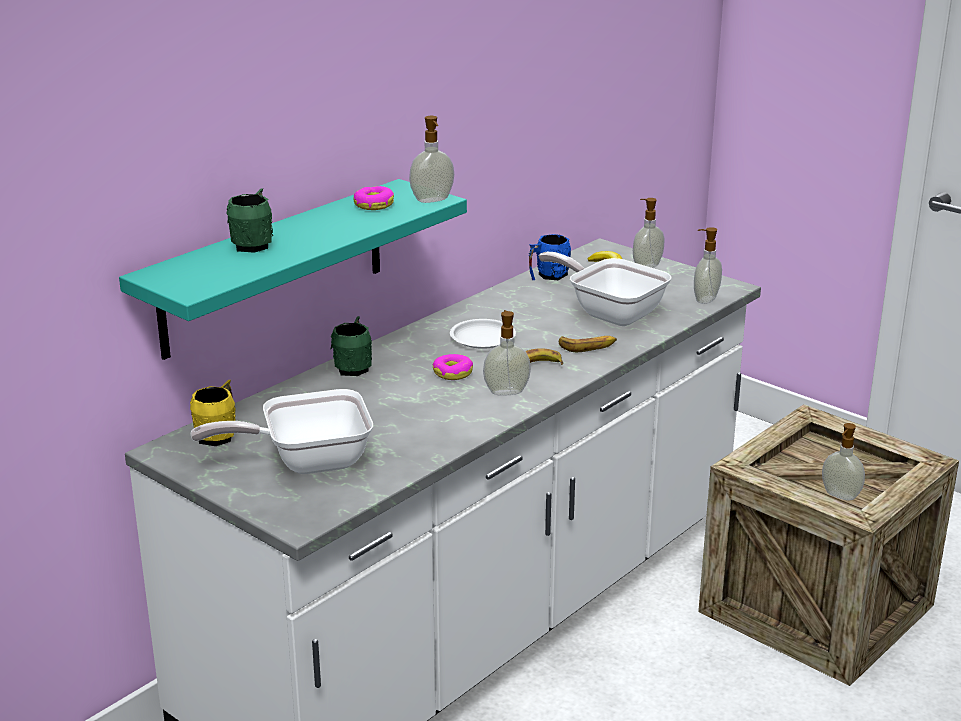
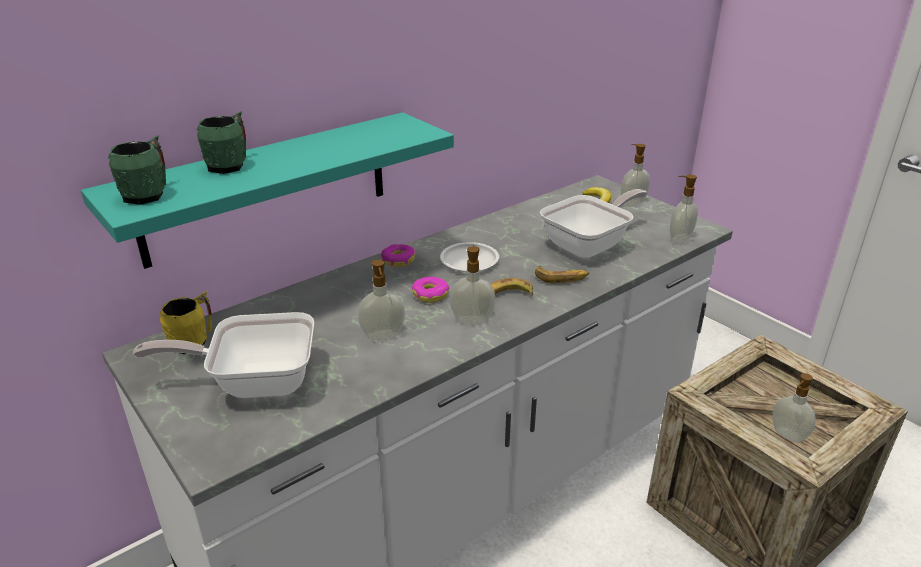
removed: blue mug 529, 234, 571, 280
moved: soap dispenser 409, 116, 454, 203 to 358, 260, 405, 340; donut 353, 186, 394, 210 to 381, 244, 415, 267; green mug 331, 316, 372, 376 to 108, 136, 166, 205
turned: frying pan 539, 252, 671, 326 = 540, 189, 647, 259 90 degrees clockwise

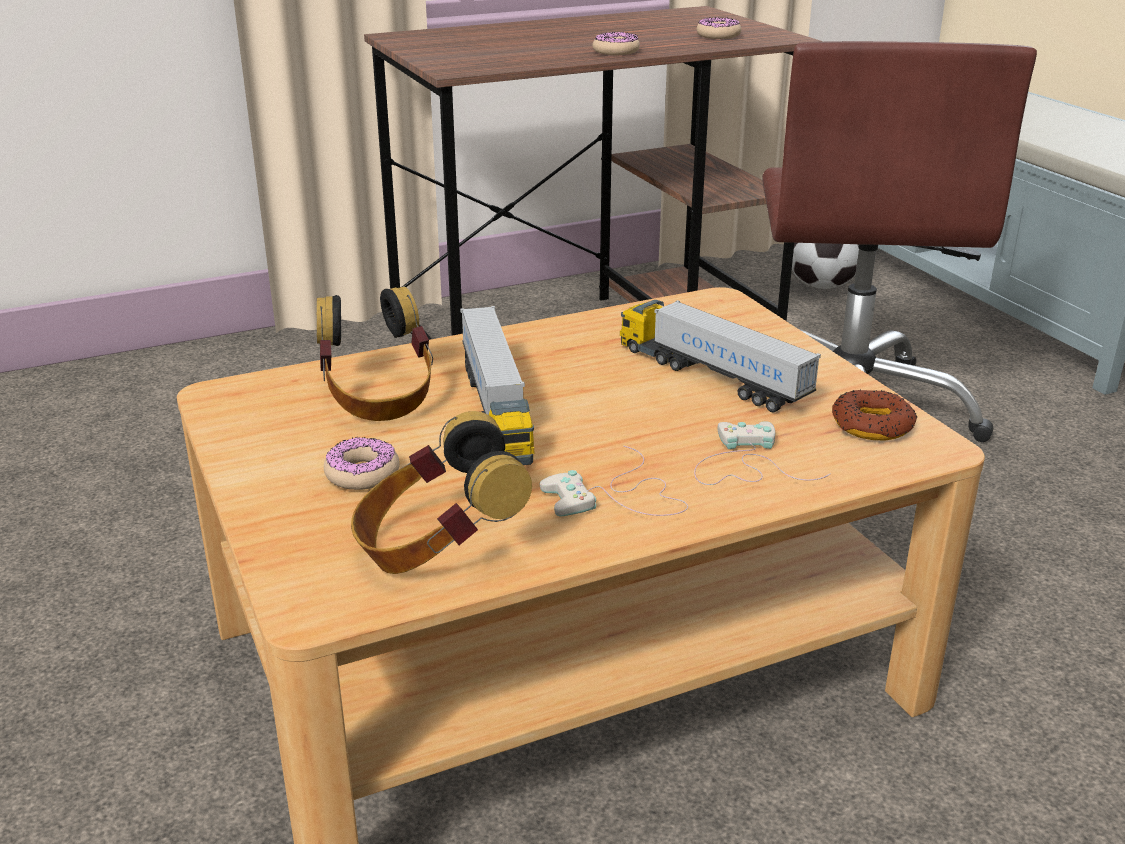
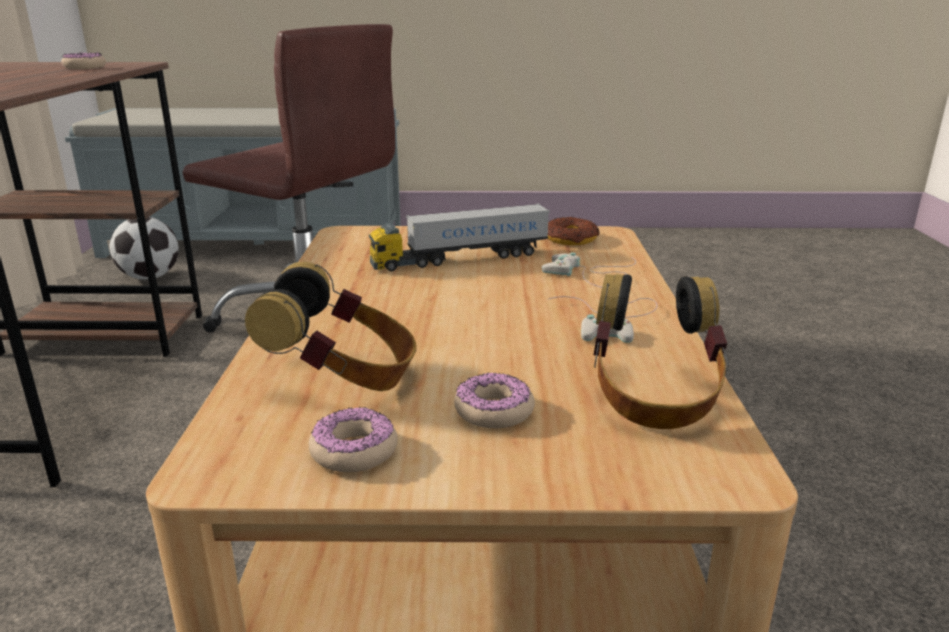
removed: toy truck 460, 306, 534, 465
moved: donut 592, 32, 640, 55 to 309, 407, 398, 472

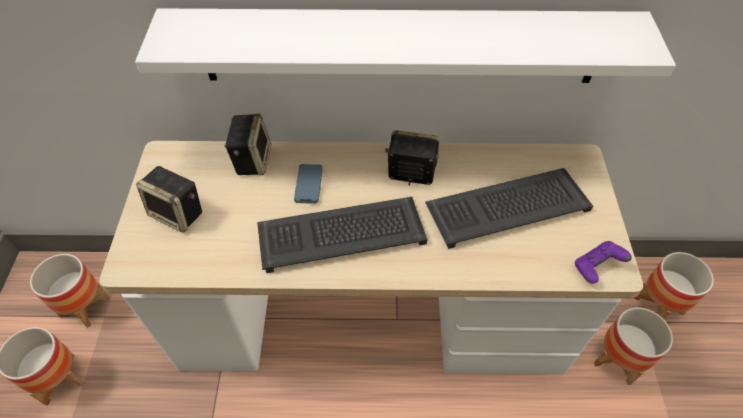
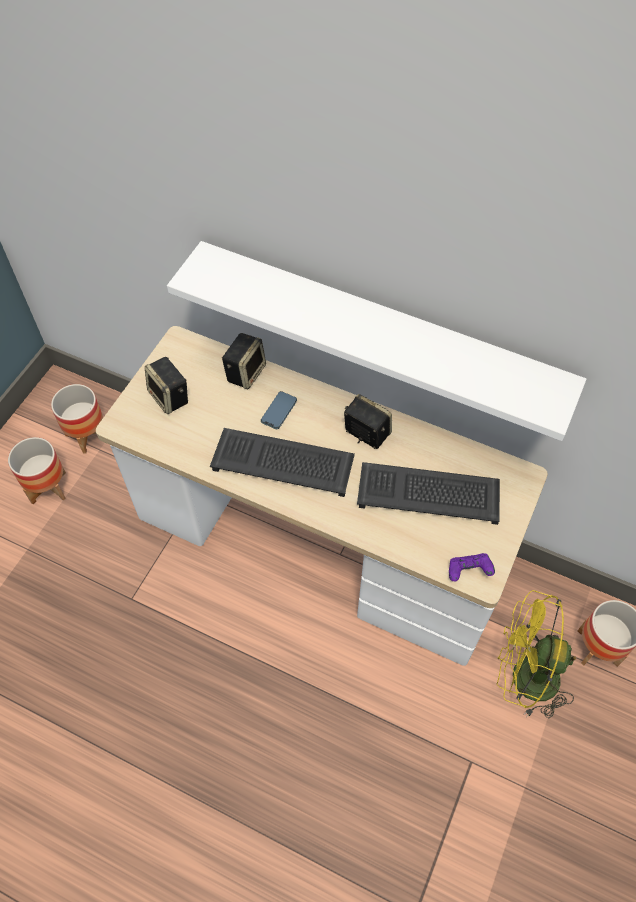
replaced: planter 594, 307, 673, 385 to yellow fan 496, 590, 576, 719

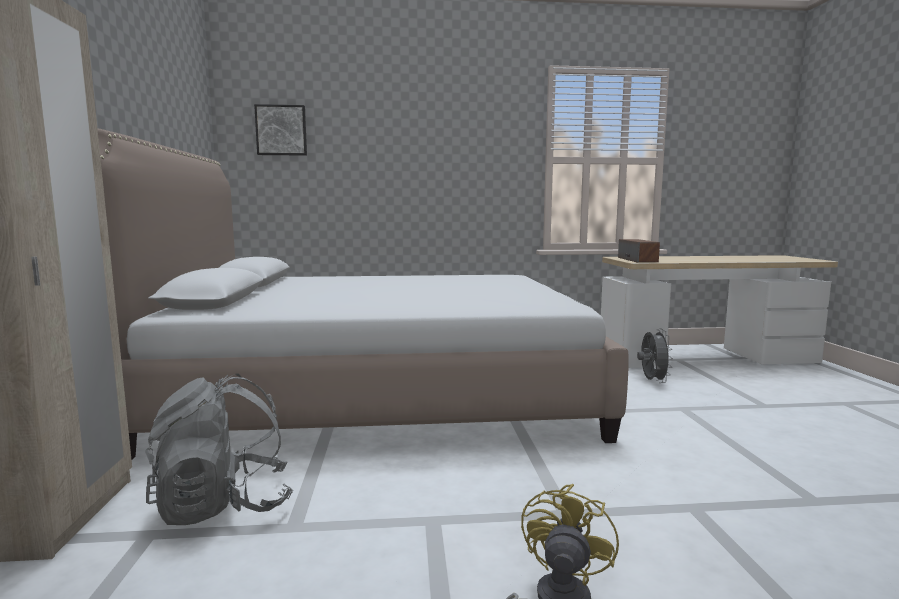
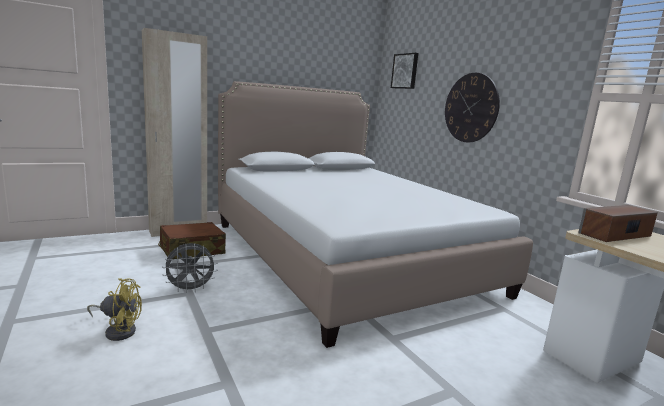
added: wall clock 445, 73, 500, 142
moved: grey fan 637, 329, 673, 383 to 162, 243, 217, 293
replaced: grey backpack 145, 373, 293, 525 to brown suitcase 158, 222, 226, 259

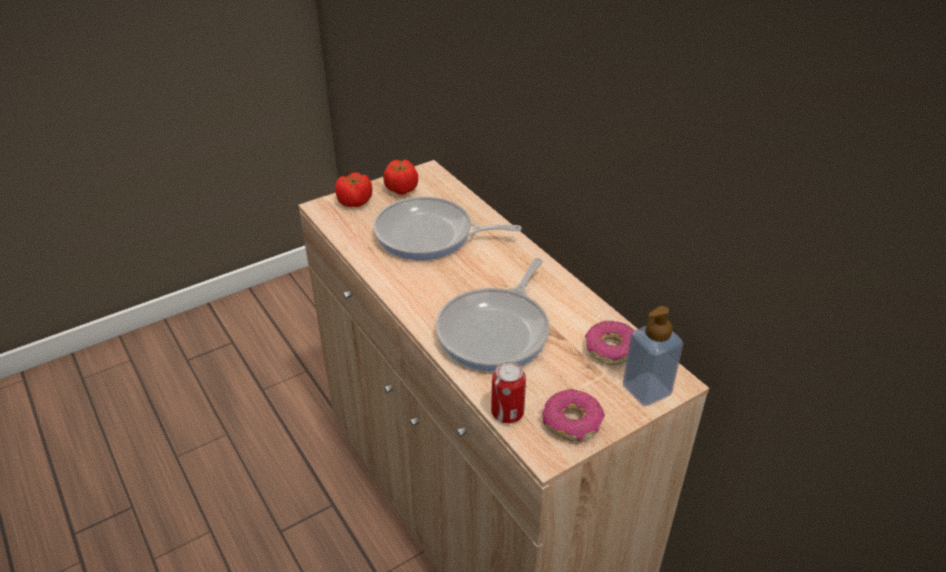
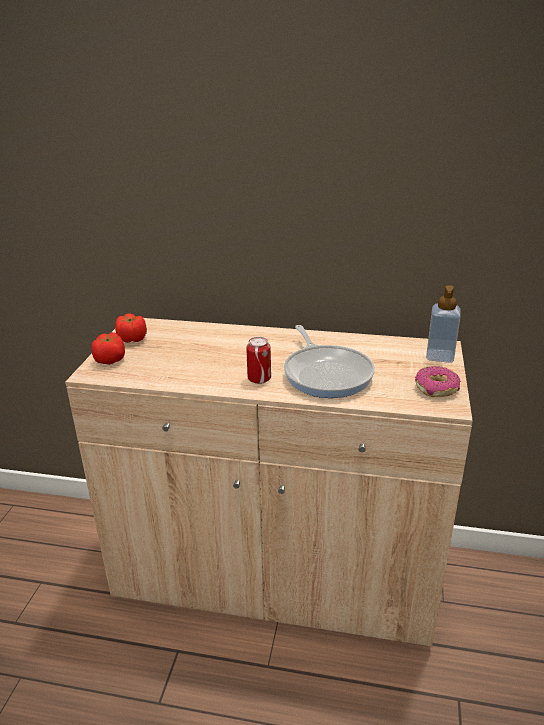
removed: frying pan 373, 197, 522, 260; donut 585, 321, 634, 365
moved: can 491, 361, 526, 423 to 246, 337, 271, 384

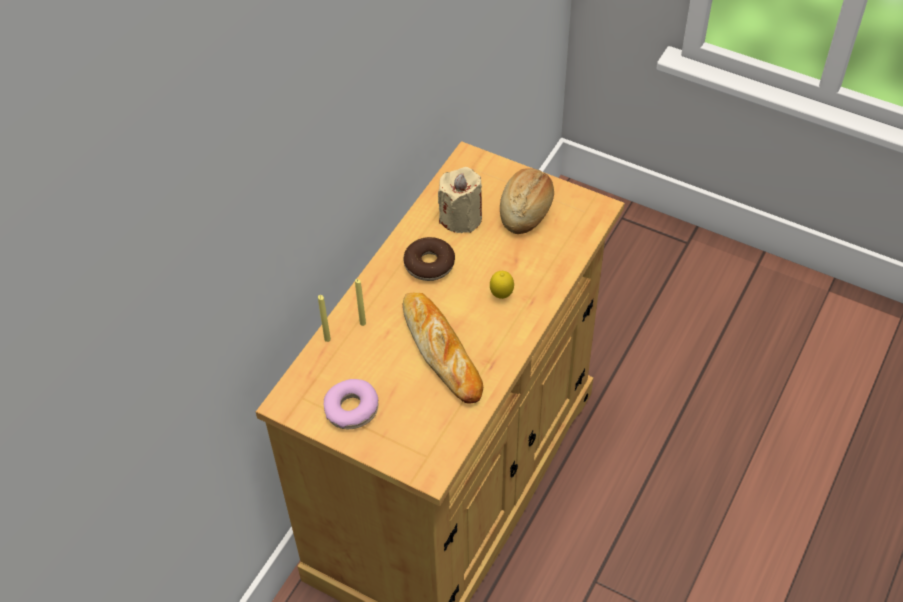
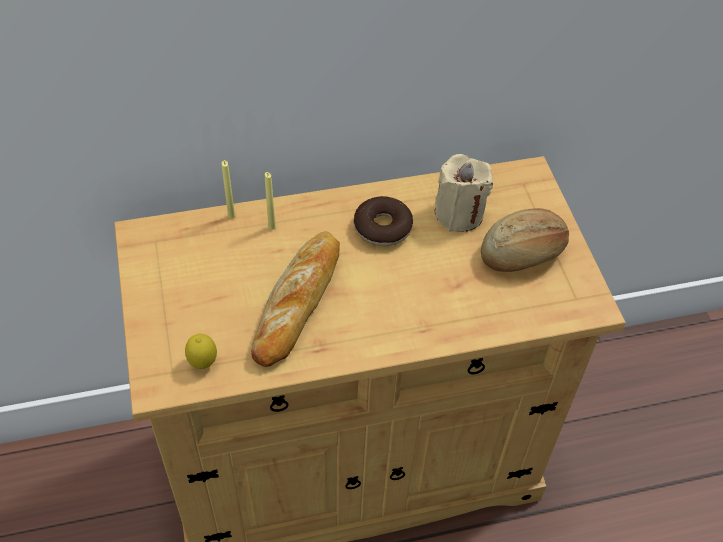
removed: donut 324, 379, 378, 429
moved: lemon 490, 271, 514, 299 to 185, 334, 217, 369

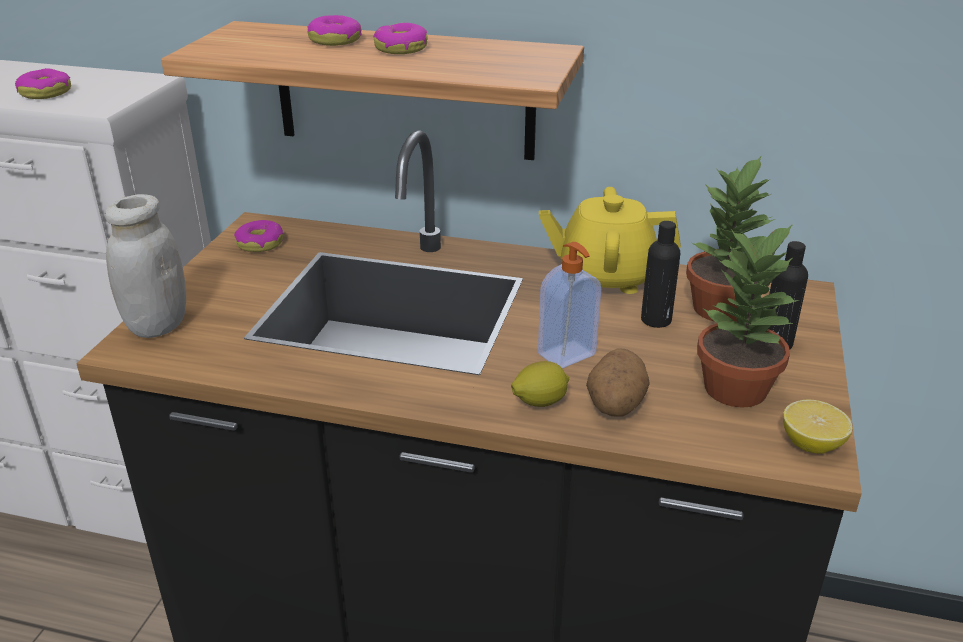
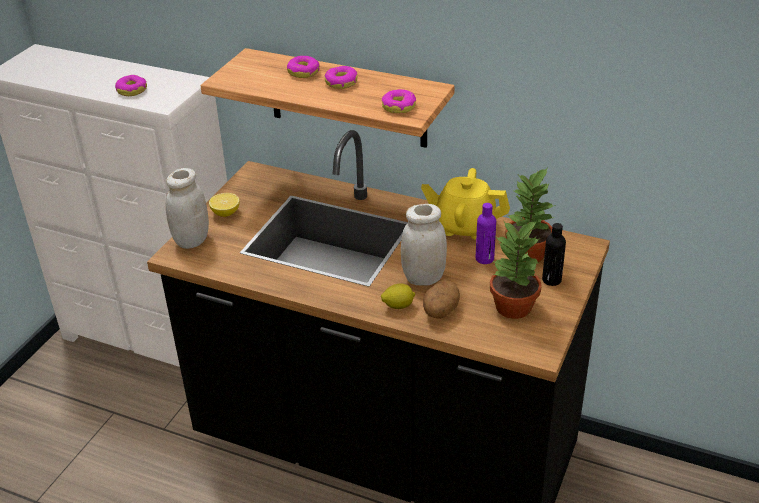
moved: donut 234, 220, 283, 252 to 382, 89, 416, 113; lemon 783, 400, 853, 454 to 209, 193, 240, 217
replaced: soap dispenser 538, 242, 601, 368 to white jar 401, 204, 447, 285
recoloured: black bottle 641, 221, 681, 328 to purple bottle 476, 203, 496, 264

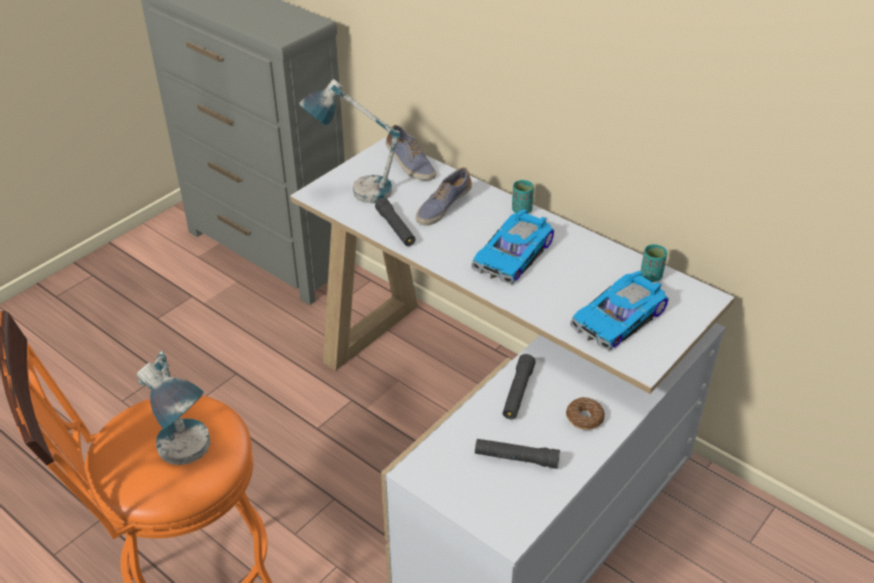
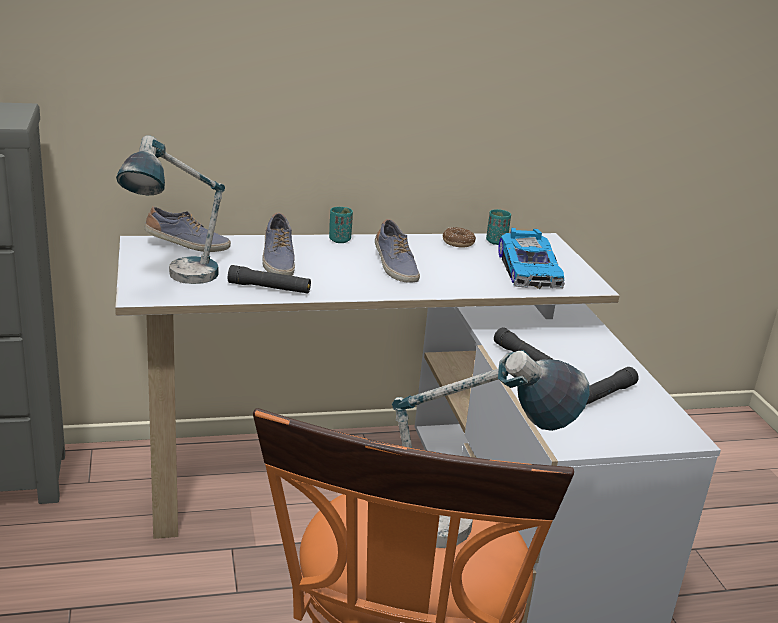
moved: donut 566, 397, 605, 430 to 443, 227, 476, 247
replaced: toy car 471, 209, 554, 285 to shoe 375, 219, 420, 283

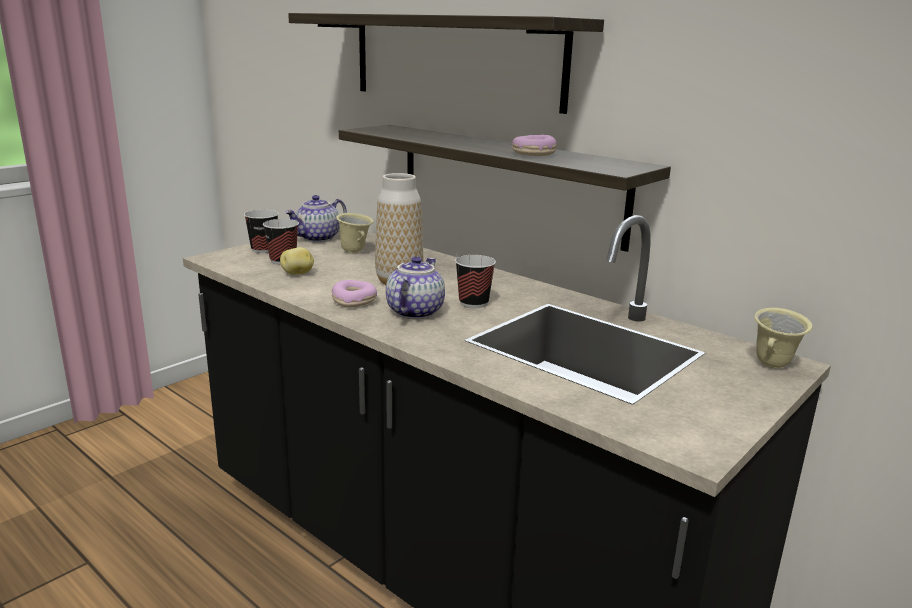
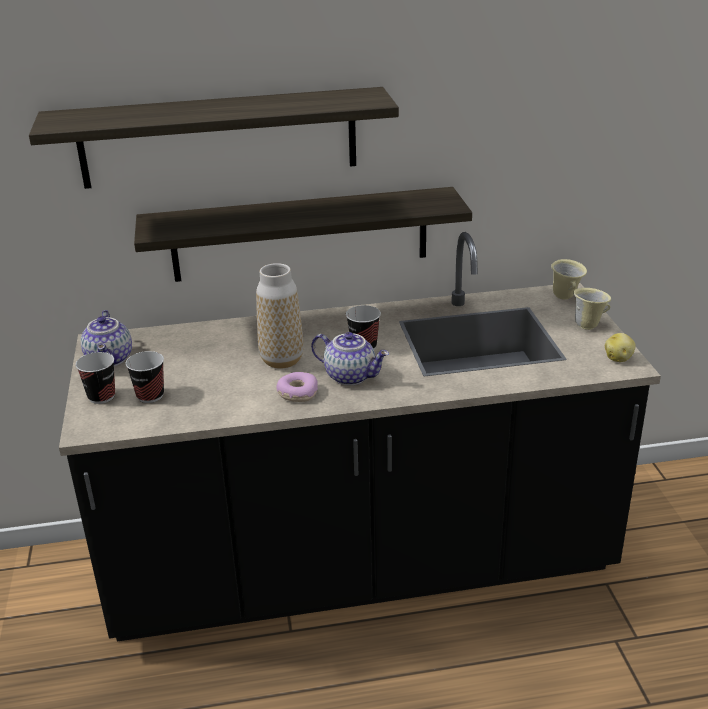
removed: donut 511, 135, 557, 156
moved: beige mug 336, 213, 373, 253 to 573, 288, 611, 330; potato 280, 247, 314, 275 to 605, 333, 636, 362
turned: teapot 386, 256, 445, 319 = 311, 332, 389, 386 150 degrees clockwise

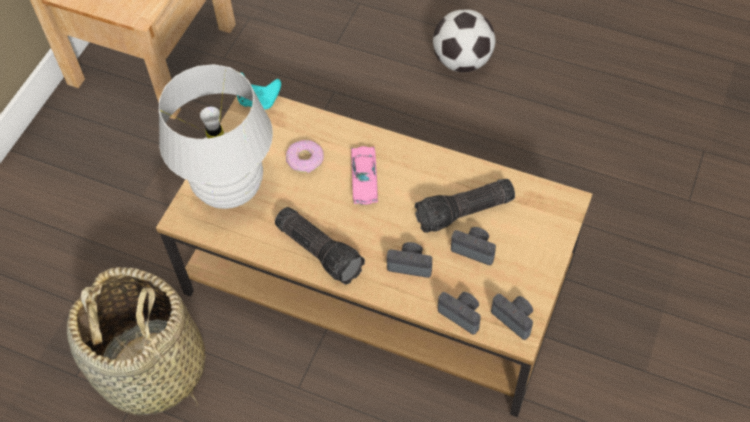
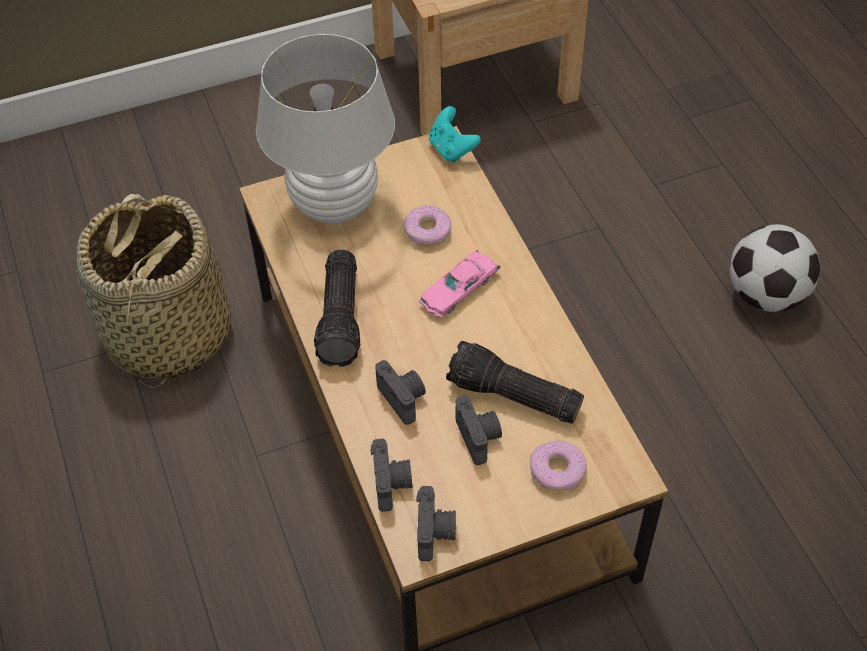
added: donut 530, 441, 587, 491

